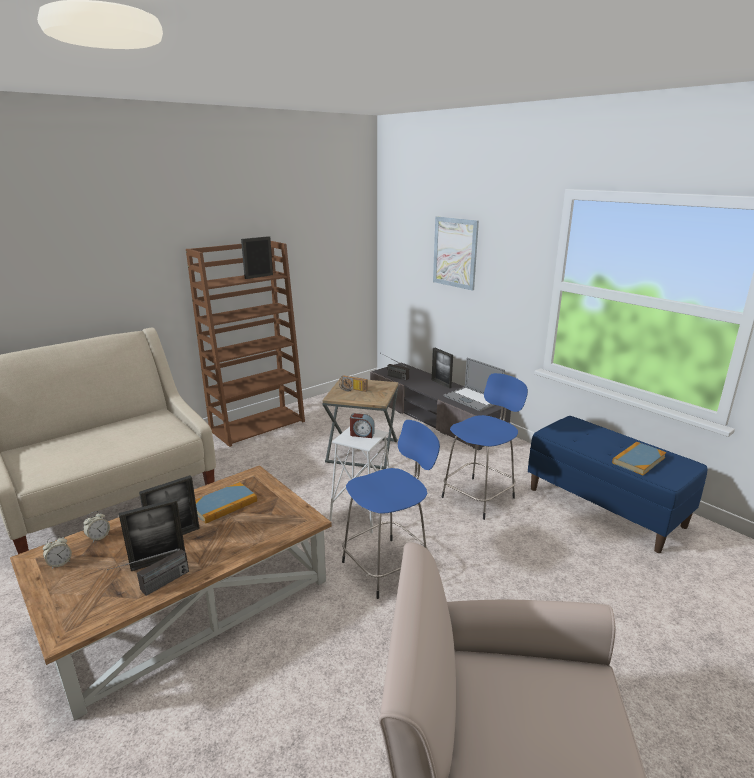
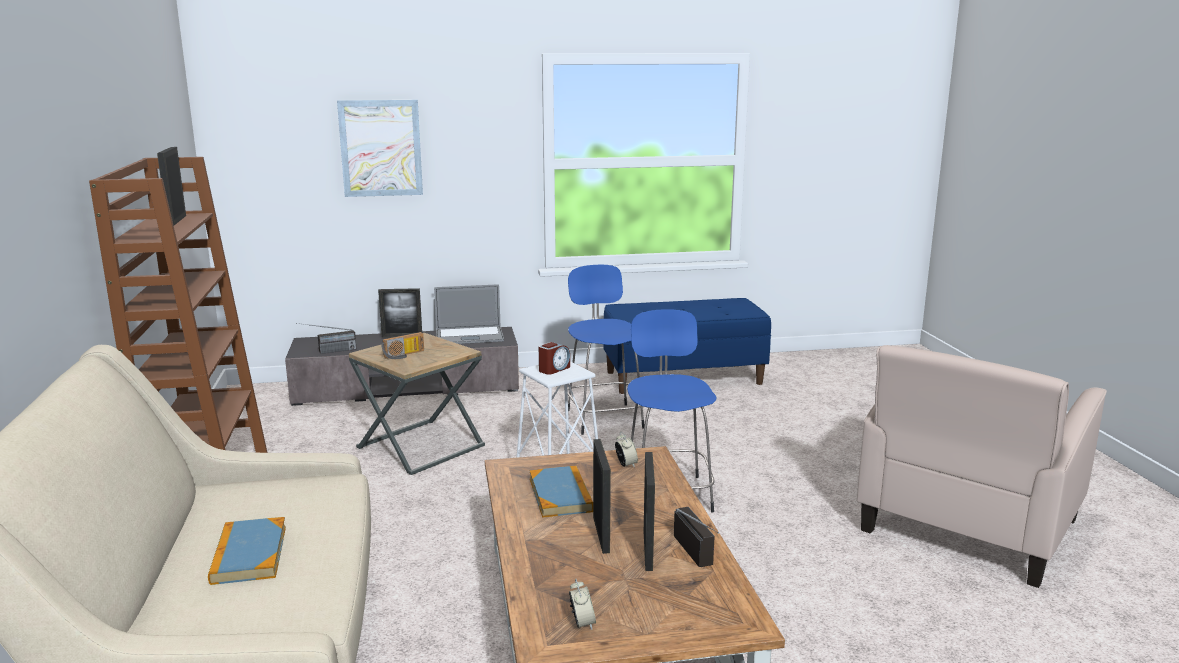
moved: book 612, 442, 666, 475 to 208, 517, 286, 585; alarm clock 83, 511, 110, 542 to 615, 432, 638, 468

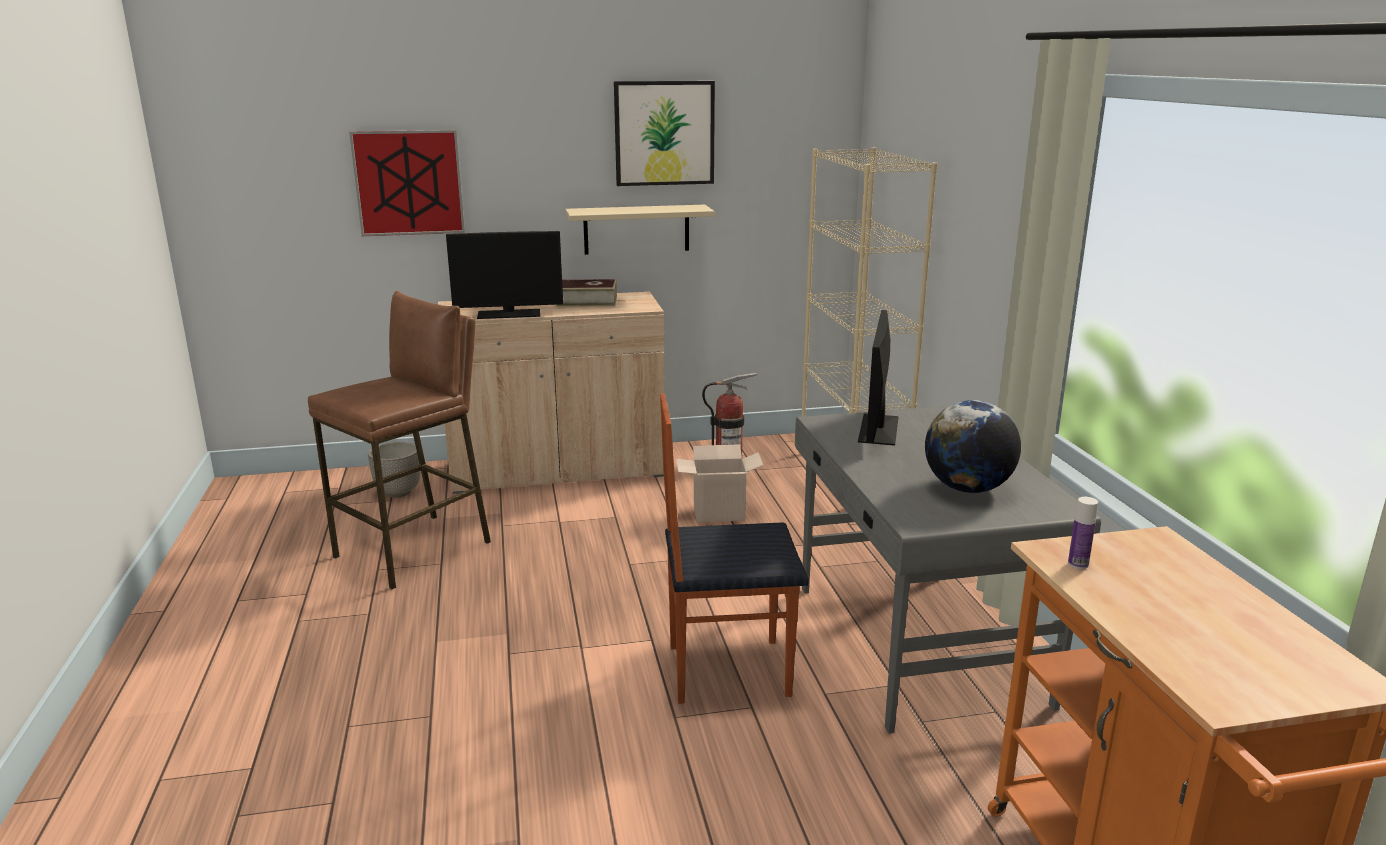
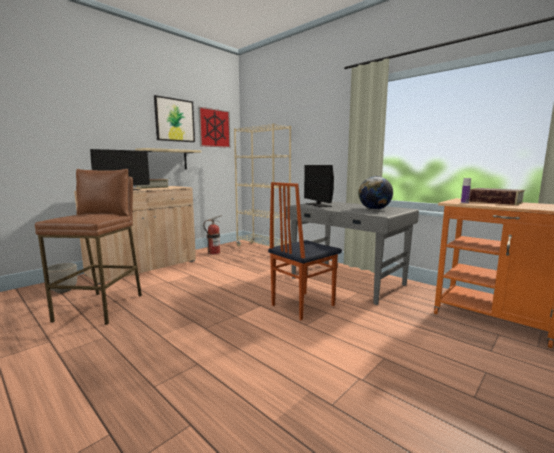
removed: cardboard box 676, 444, 763, 522
added: book 469, 188, 525, 205
moved: picture 349, 130, 465, 236 to 198, 107, 231, 148

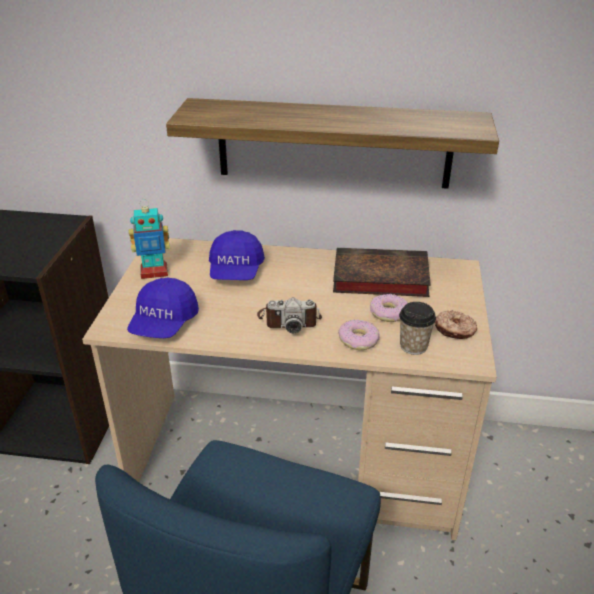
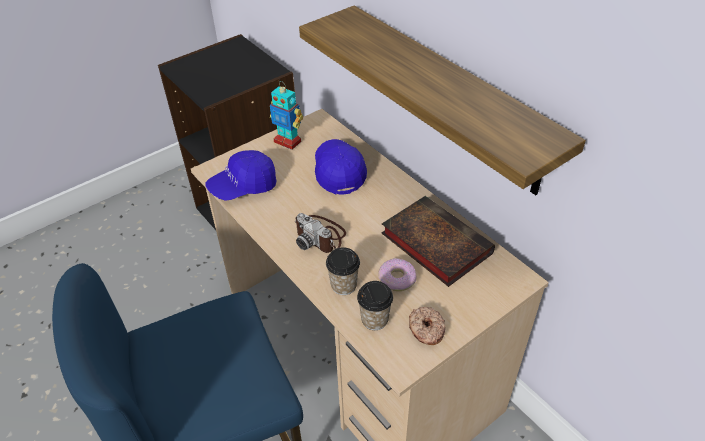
replaced: donut 338, 319, 380, 350 to cup 326, 247, 360, 295
turned: blue cap 209, 230, 265, 280 = 315, 139, 367, 194 120 degrees clockwise

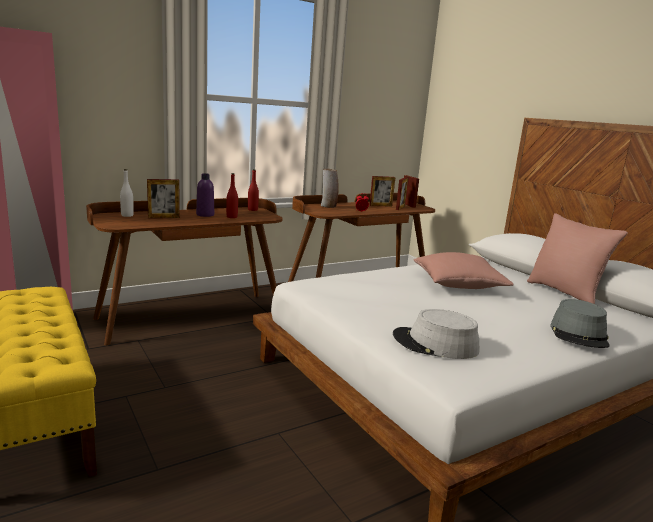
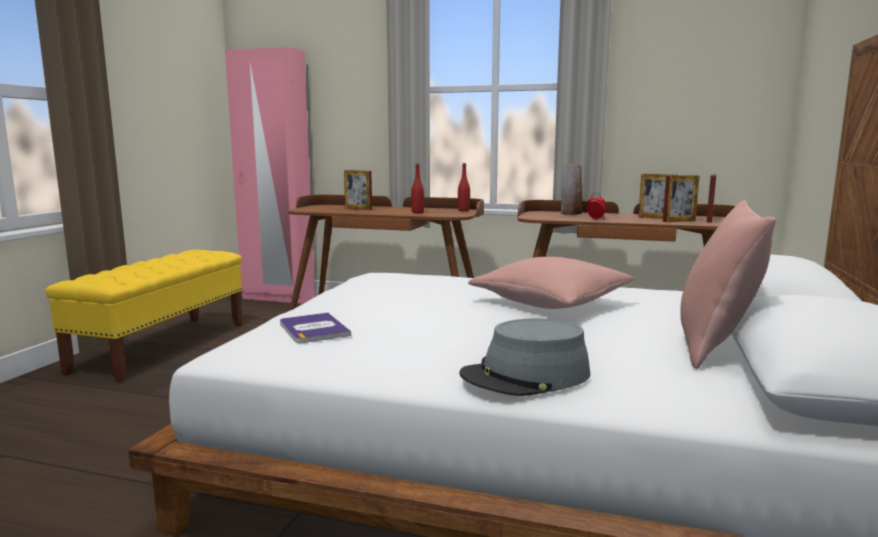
removed: white bottle 120, 169, 134, 217; purple bottle 196, 173, 214, 217
replaced: grey hat 393, 309, 479, 359 to book 280, 312, 351, 343

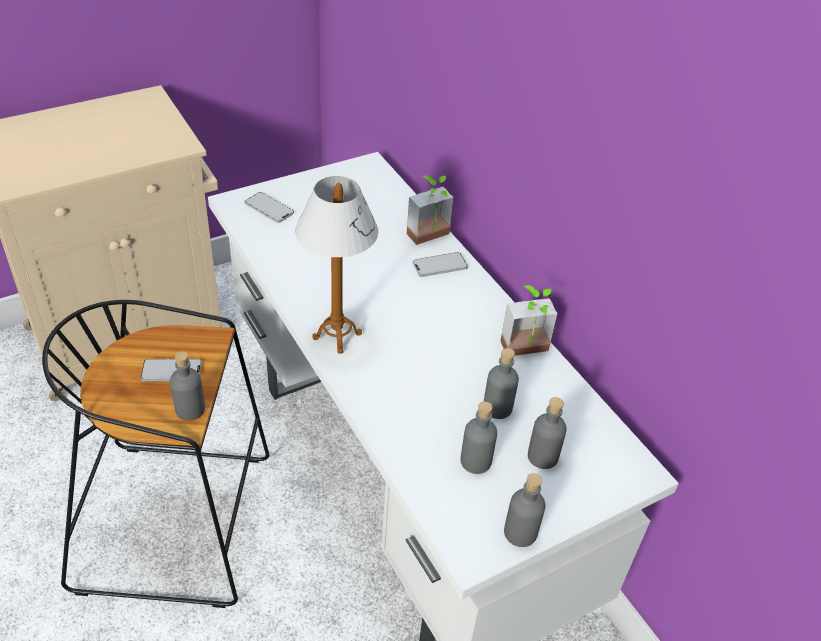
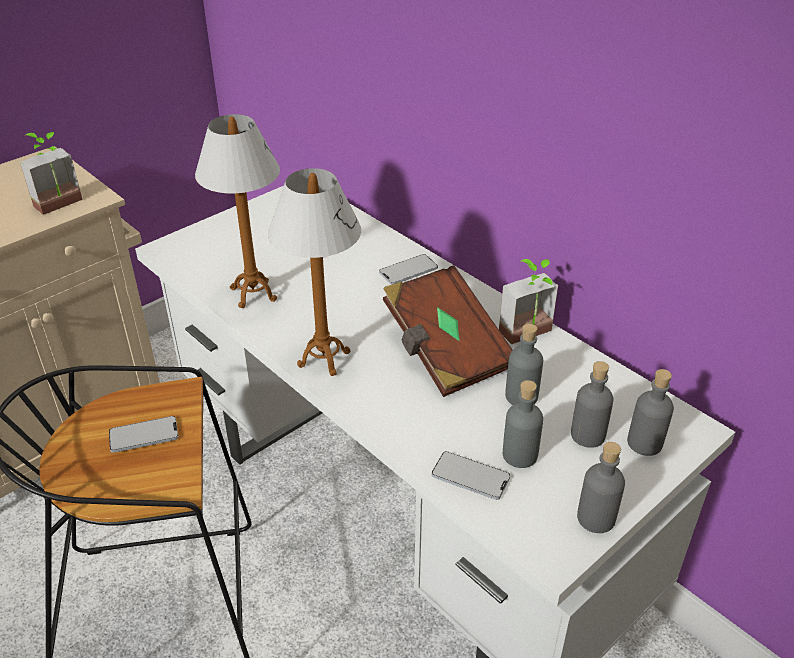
added: table lamp 195, 114, 280, 308; brown book 383, 265, 513, 397
moved: potted plant 407, 176, 454, 245 to 20, 132, 83, 215; phone 245, 192, 294, 223 to 432, 451, 510, 500; grey bottle 170, 351, 205, 421 to 627, 369, 674, 456

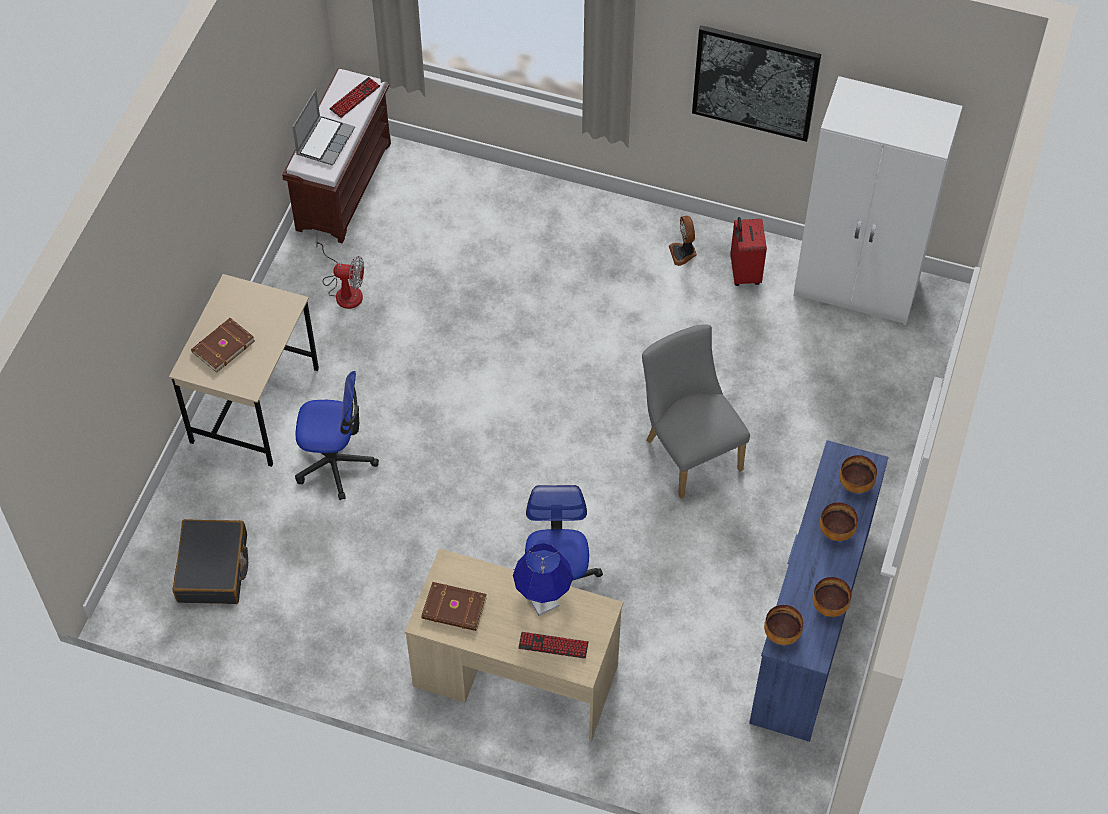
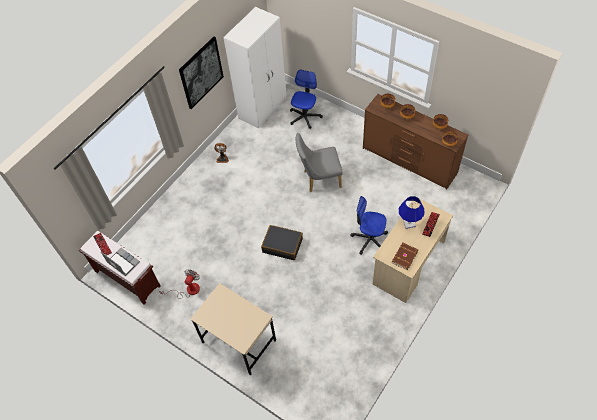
removed: red suitcase 730, 217, 767, 286; brown book 191, 318, 255, 373
moved: office chair 295, 371, 379, 500 to 290, 69, 323, 129; black suitcase 173, 519, 248, 604 to 261, 225, 303, 260
recoloured: blue dresser 749, 440, 889, 742 to brown dresser 363, 94, 468, 190

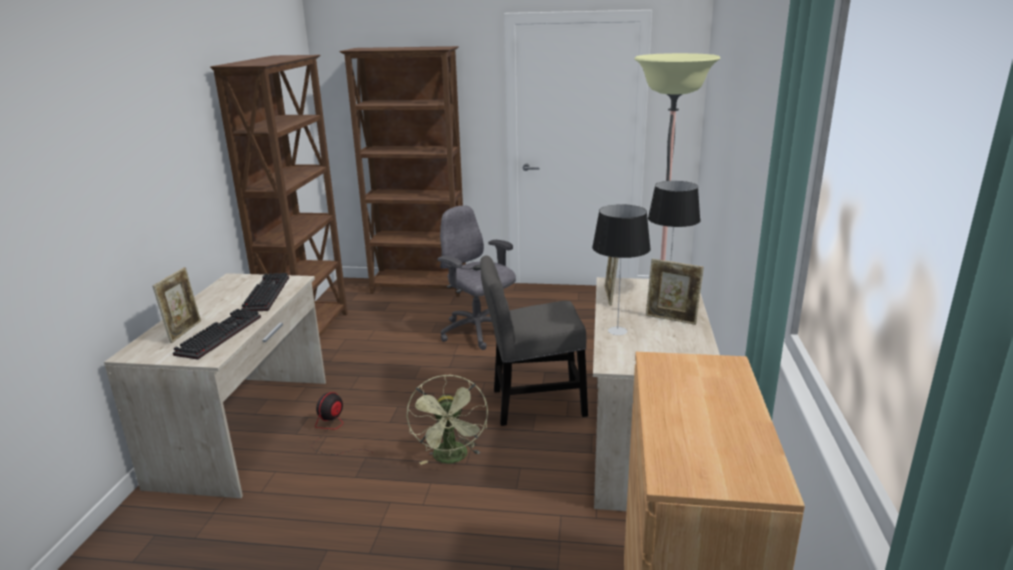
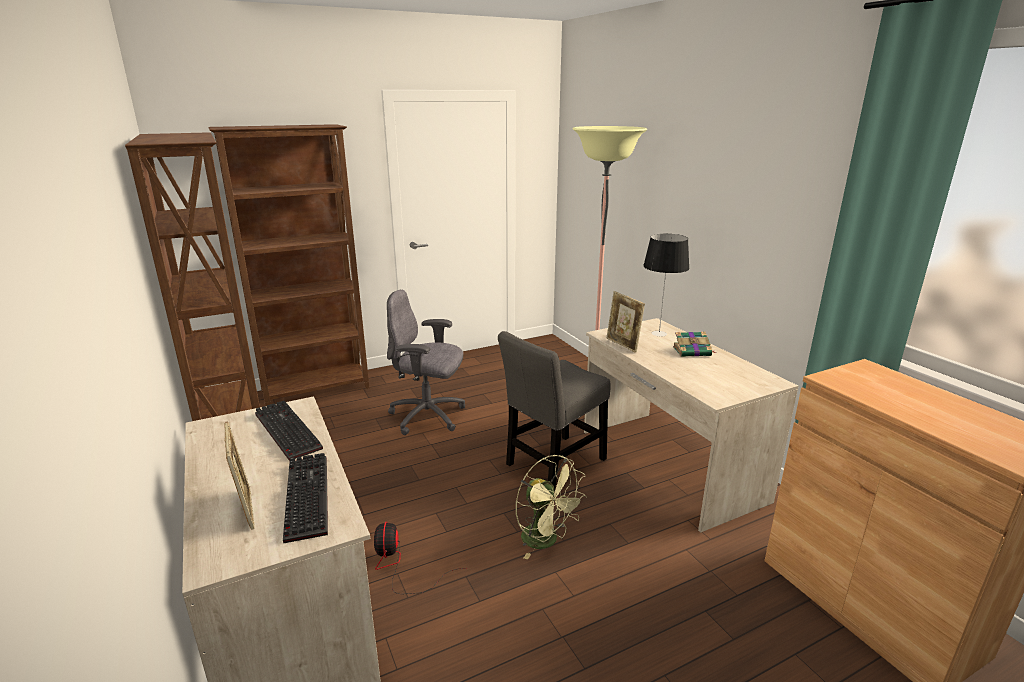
removed: table lamp 592, 204, 651, 335
replaced: picture frame 646, 259, 704, 325 to book 673, 331, 716, 357

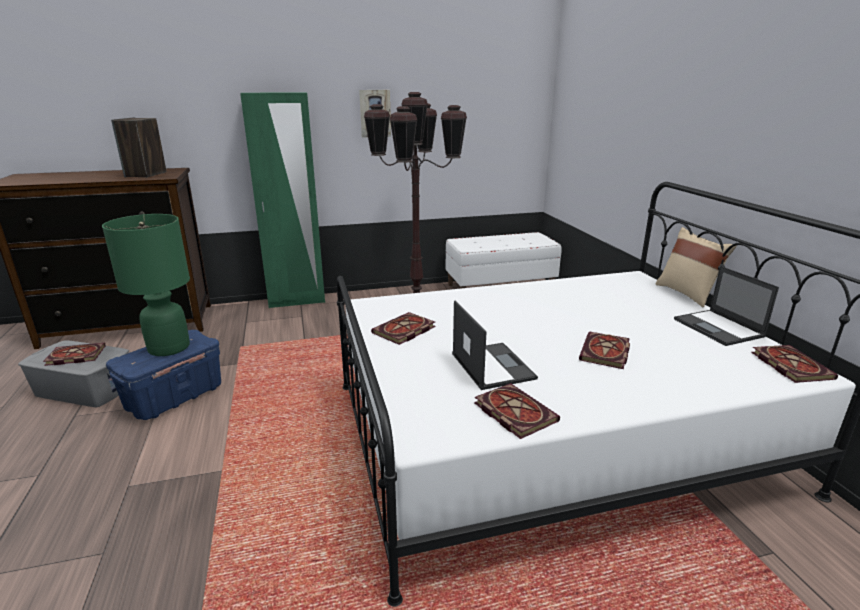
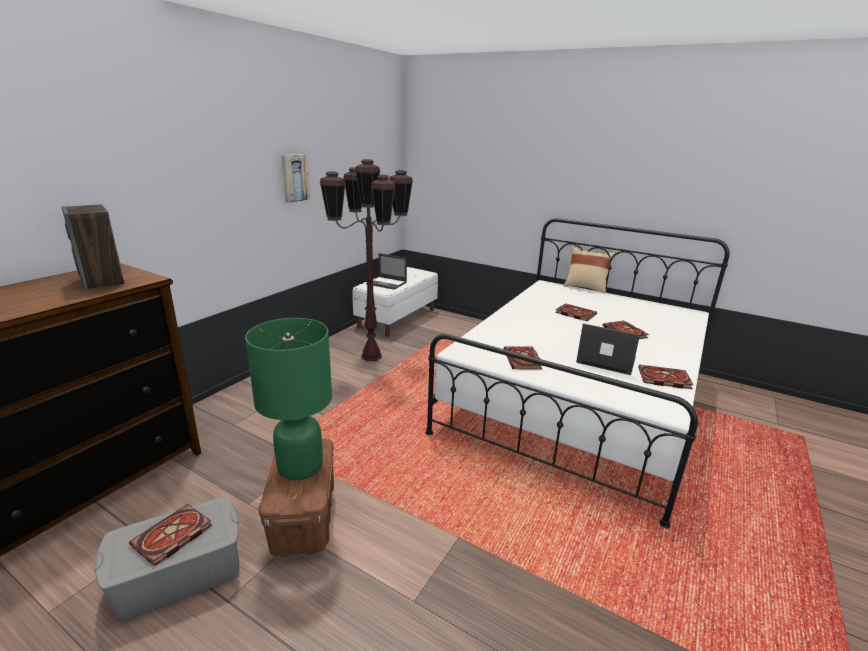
removed: green wardrobe 240, 92, 325, 308
moved: laptop 674, 266, 779, 346 to 366, 253, 407, 290; book 751, 345, 838, 383 to 555, 303, 597, 321
recoloured: blue storage box 106, 330, 221, 420 to brown storage box 258, 438, 334, 557

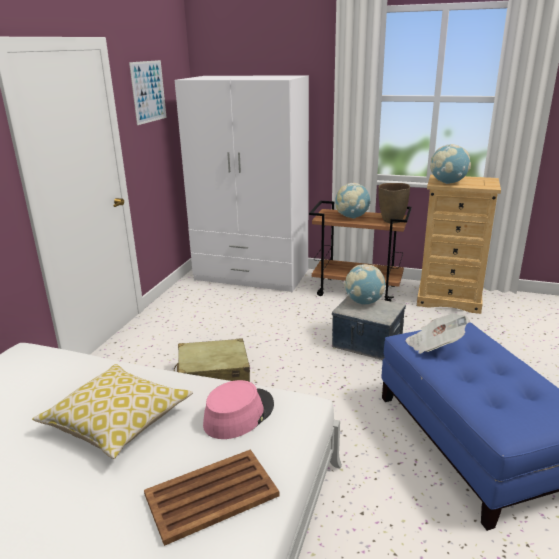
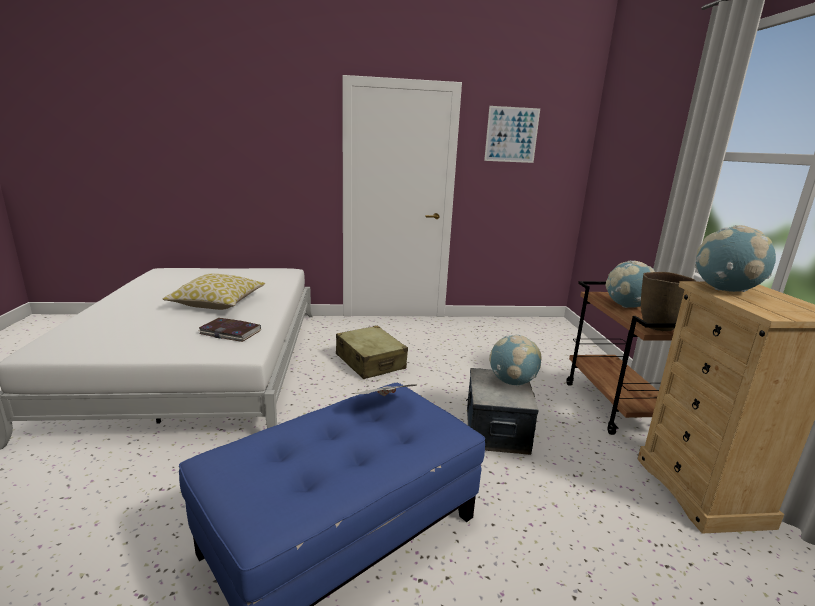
removed: white wardrobe 175, 75, 309, 292; brown tray 144, 449, 279, 546
replaced: pink hat 203, 380, 274, 439 to book 199, 318, 261, 342

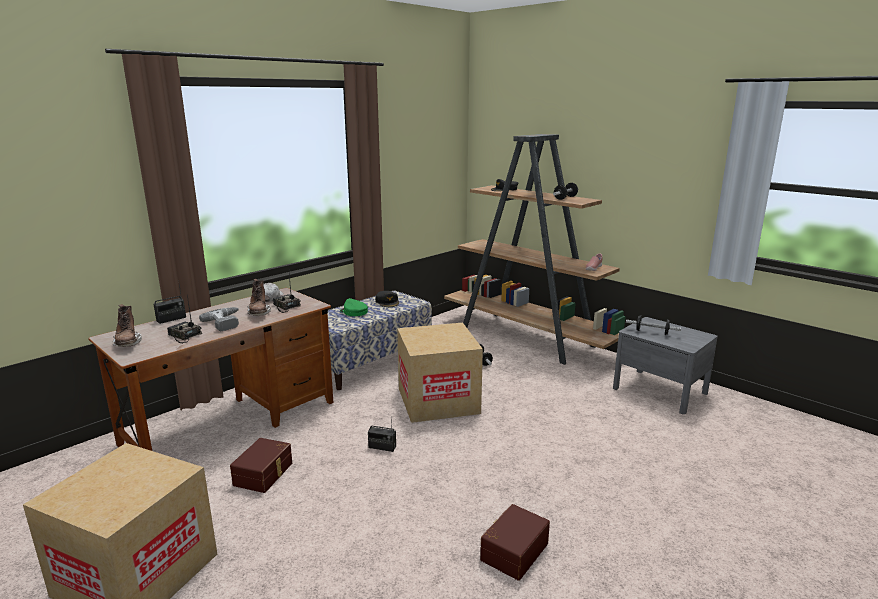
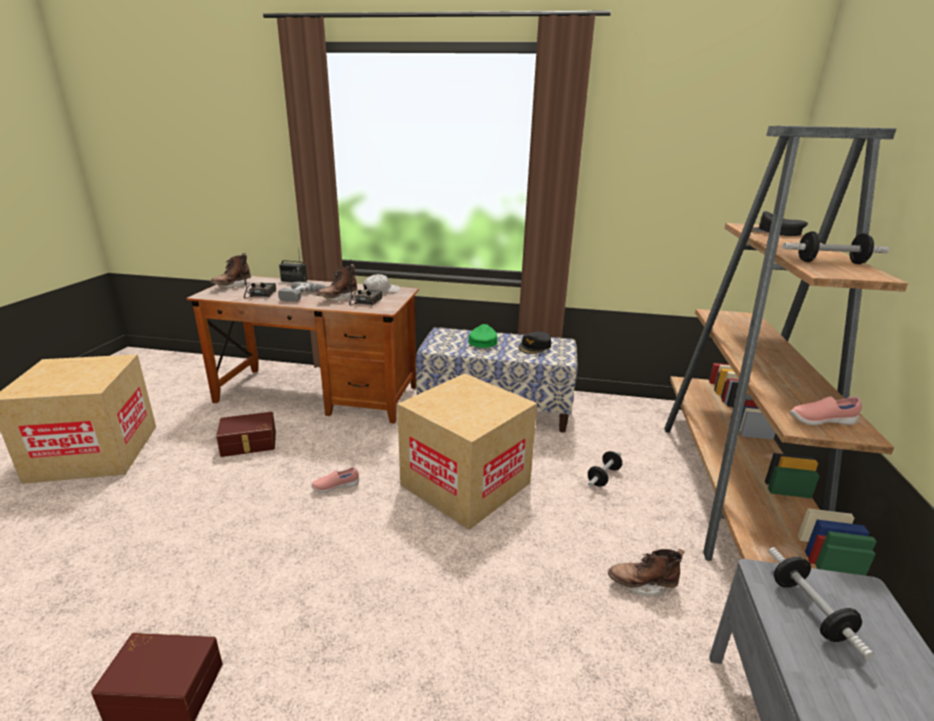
added: brown boot 608, 549, 685, 597
replaced: radio 368, 421, 396, 452 to pink shoe 311, 467, 359, 493

